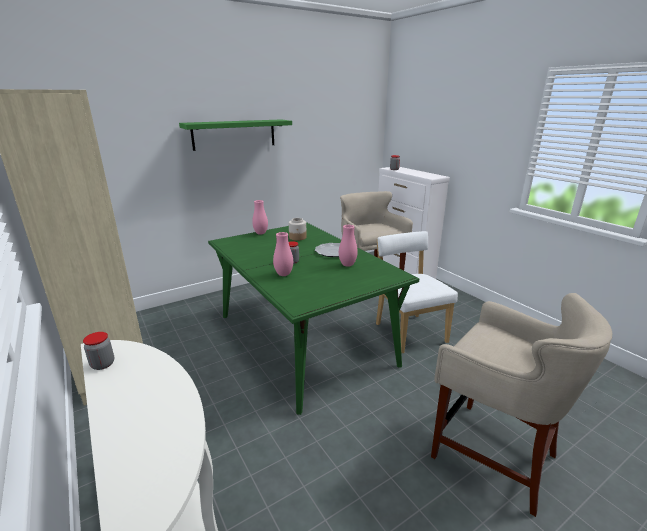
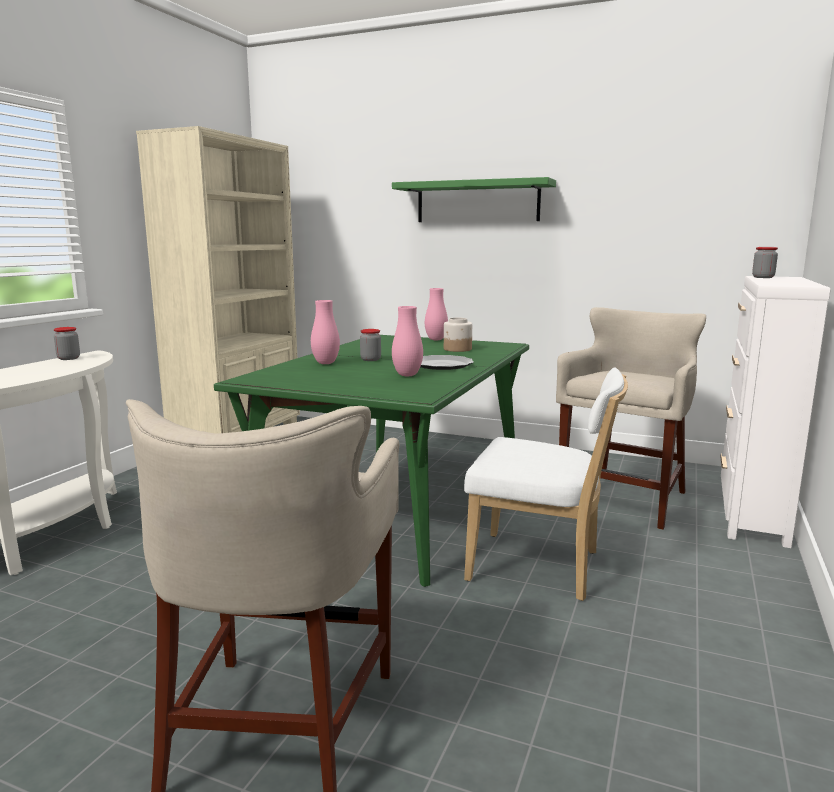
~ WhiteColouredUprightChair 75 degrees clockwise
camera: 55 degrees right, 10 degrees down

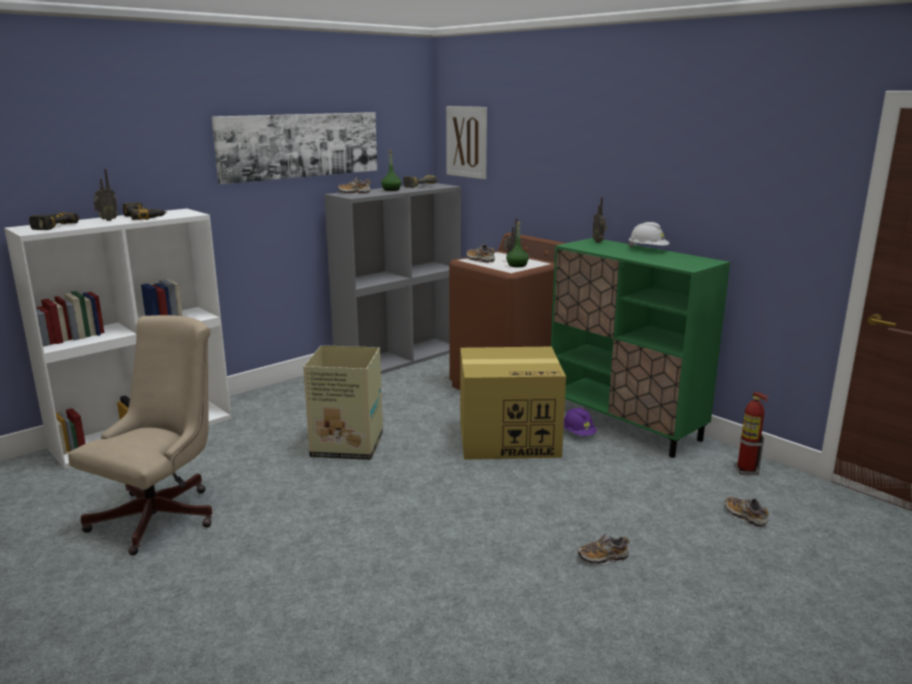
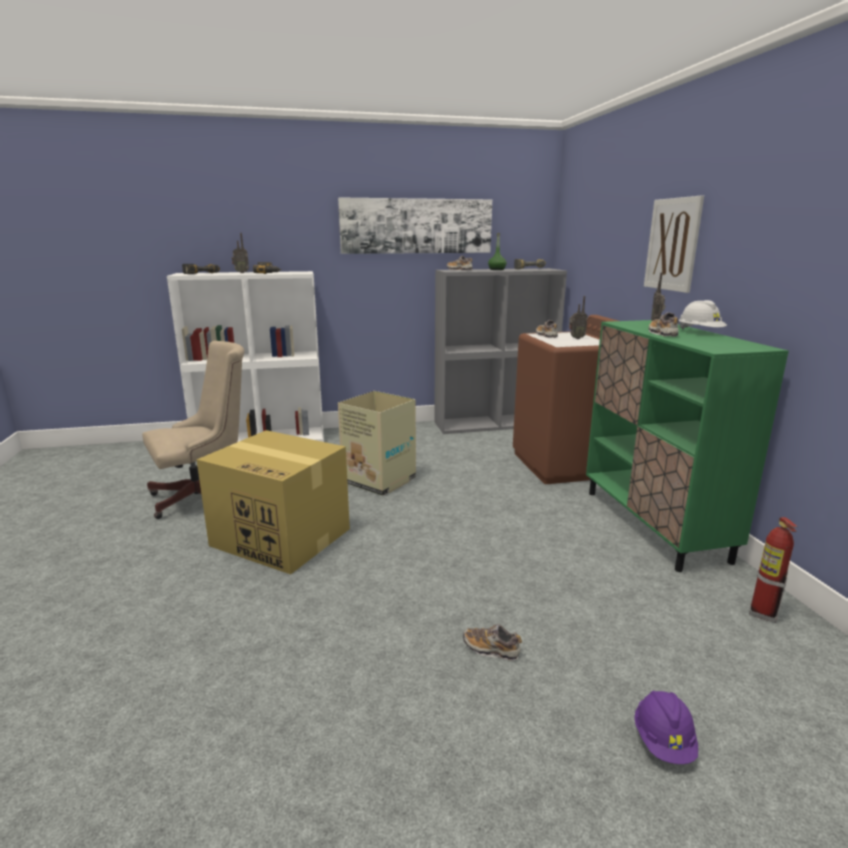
~ Picture (2nd from left)
~ CardboardBox (2nd from left in the first image) to CardboardBox (1st from left)
- GreenColouredBottle (2nd from left)
~ PurplishSafetyHelmet
~ LowShoe (4th from left)
camera: 30 degrees right, 0 degrees up

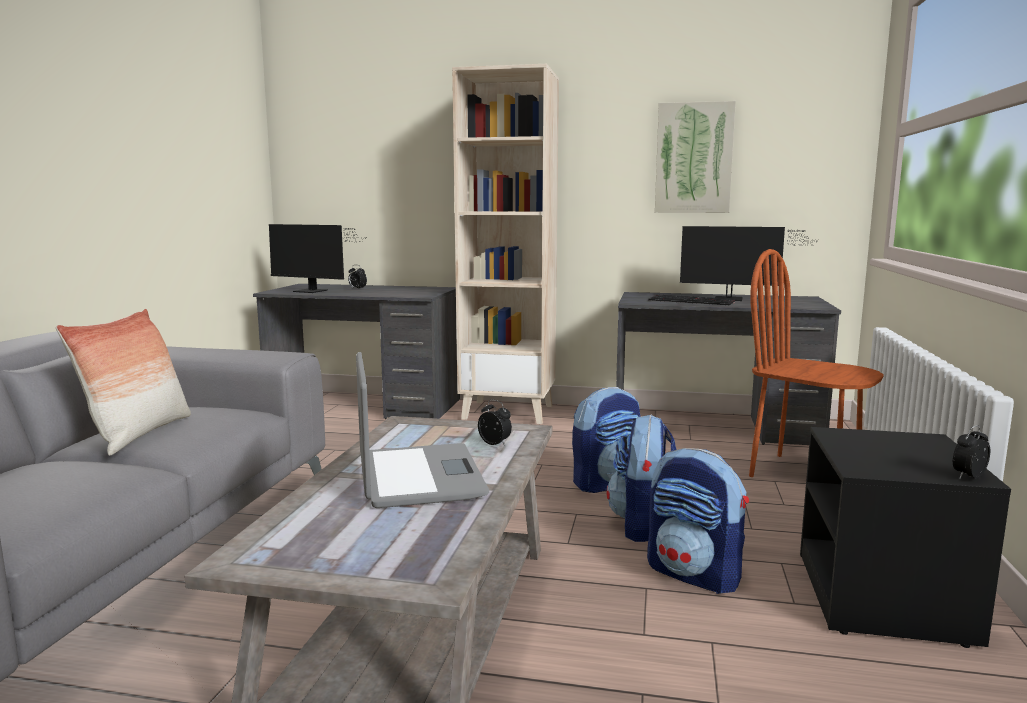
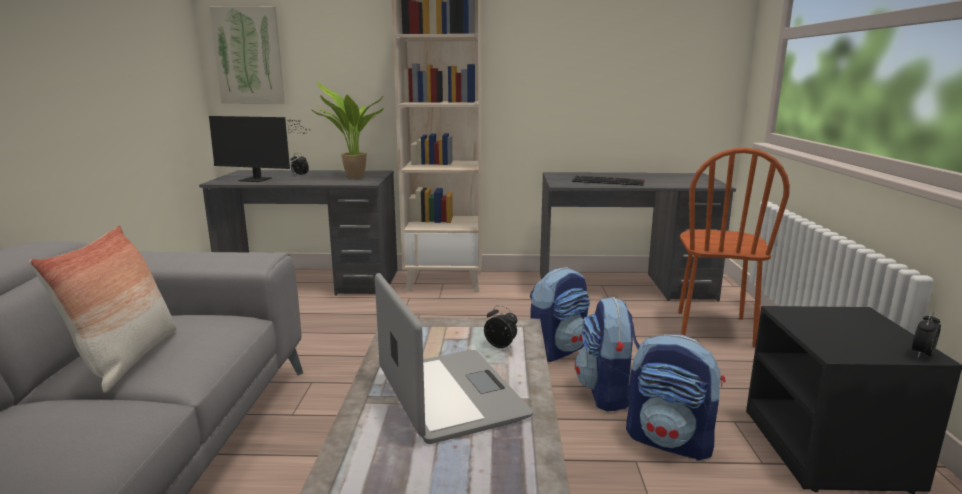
~ Picture
- ComputerDisplay (2nd from left)
~ BrownishUprightChair 105 degrees counterclockwise
+ PlantInAPot
camera: 10 degrees left, 5 degrees up

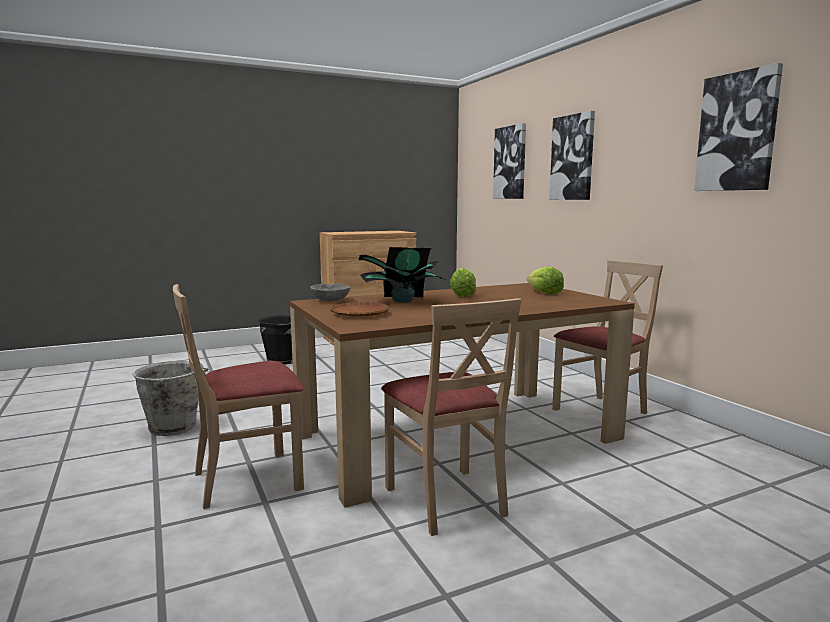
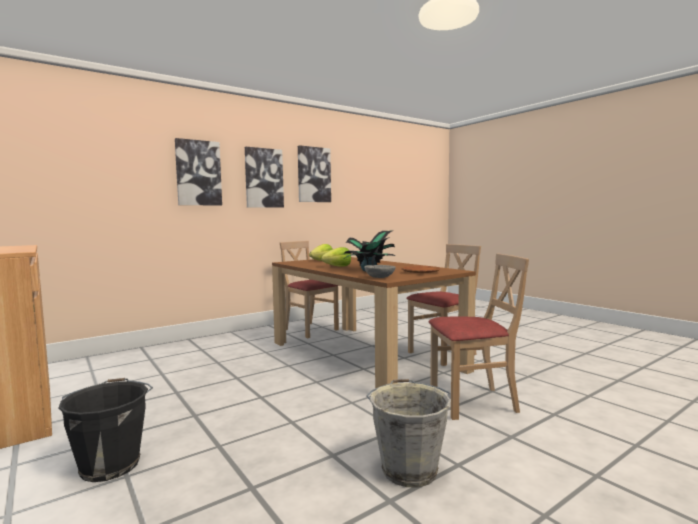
~ BeigeColouredUprightChair (1st from left in the first image) 60 degrees counterclockwise
~ Picture (1st from left in the first image) to Picture (2nd from left)
camera: 100 degrees left, 5 degrees down

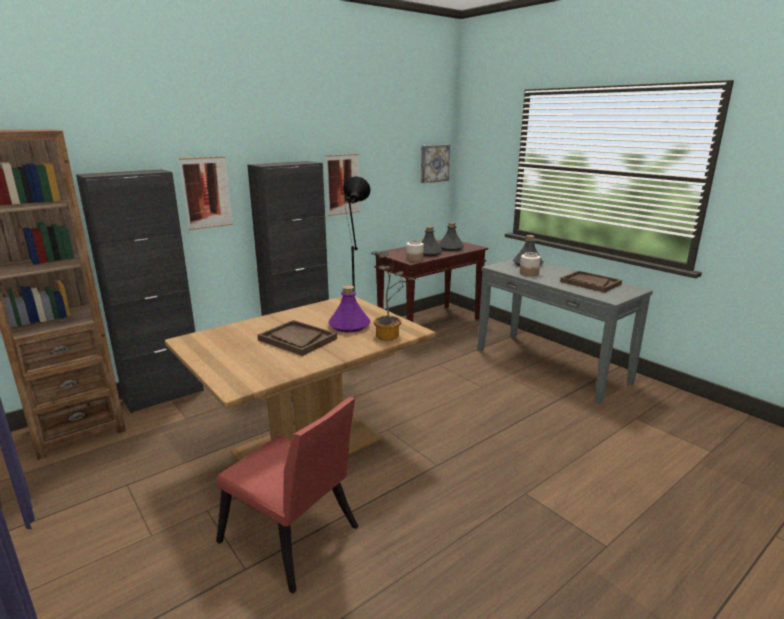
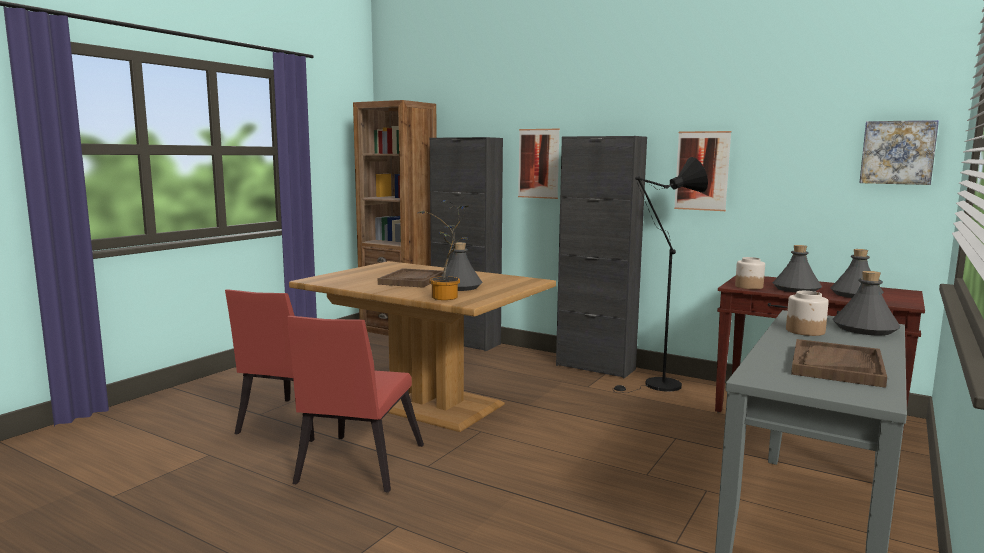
~ PurplishBottle to GrayBottle (1st from left)
+ RedUprightChair (2nd from left)
camera: 70 degrees right, 10 degrees down

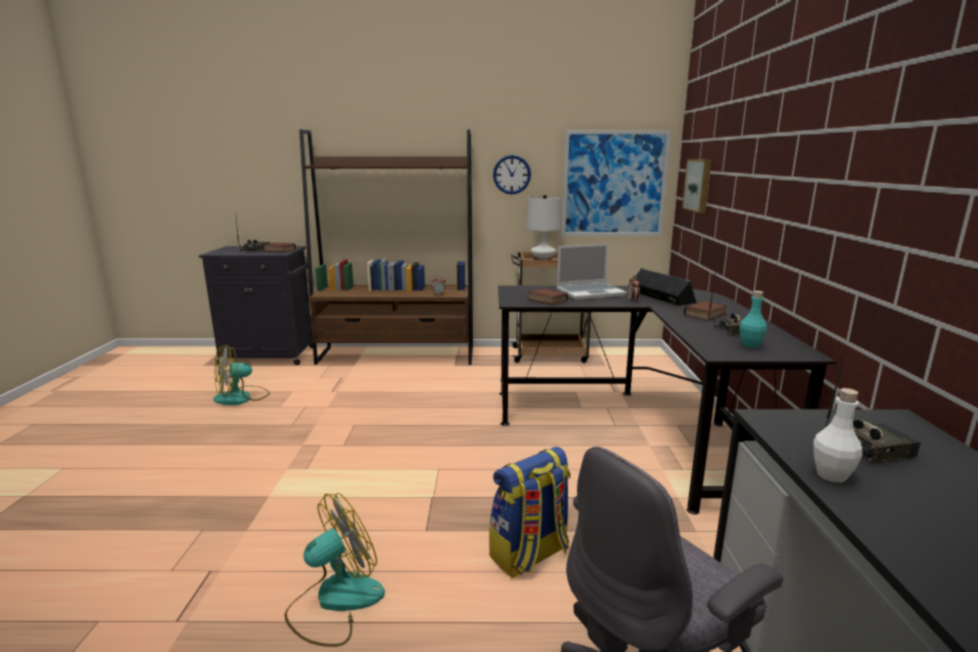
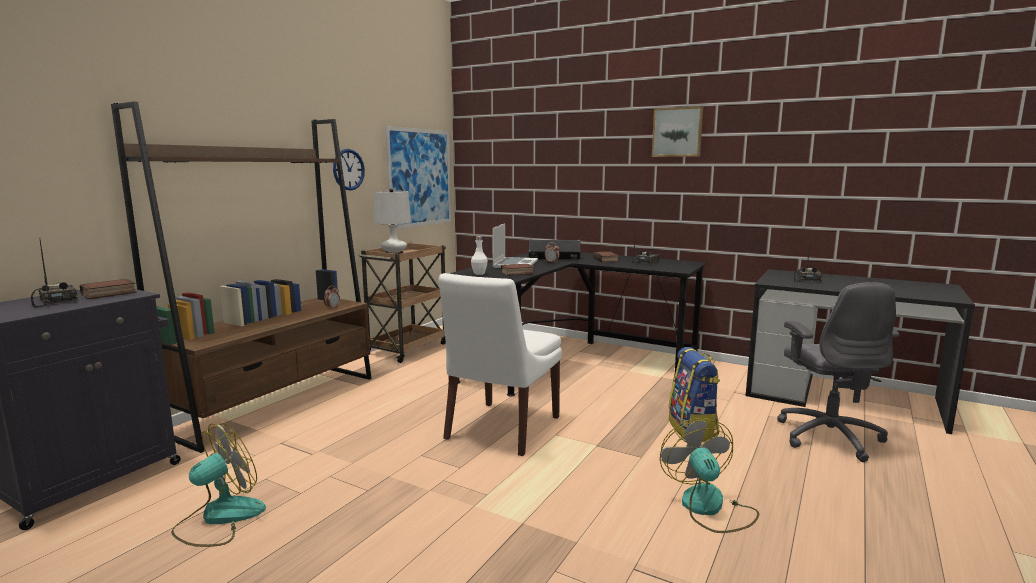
~ ElectricFan (1st from left) 135 degrees counterclockwise
~ Picture (2nd from left)
- TurquoiseColouredBottle
~ WhiteColouredBottle
+ WhiteColouredUprightChair
camera: 60 degrees left, 5 degrees down

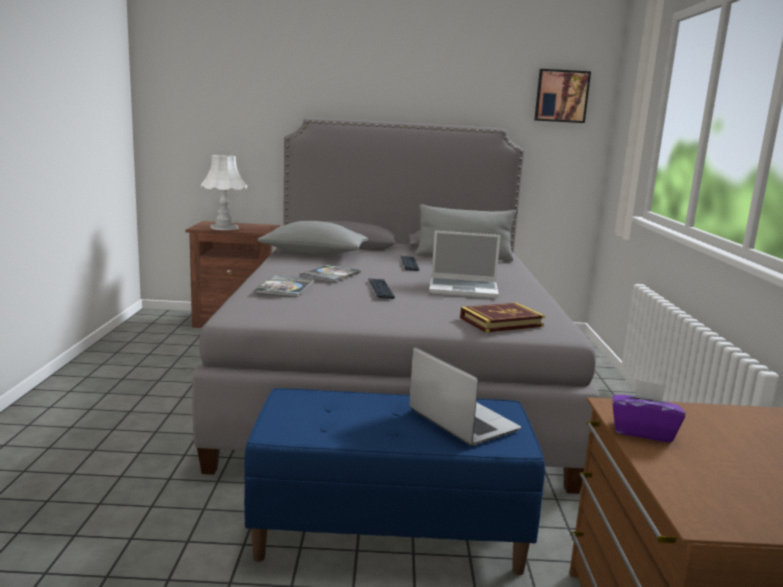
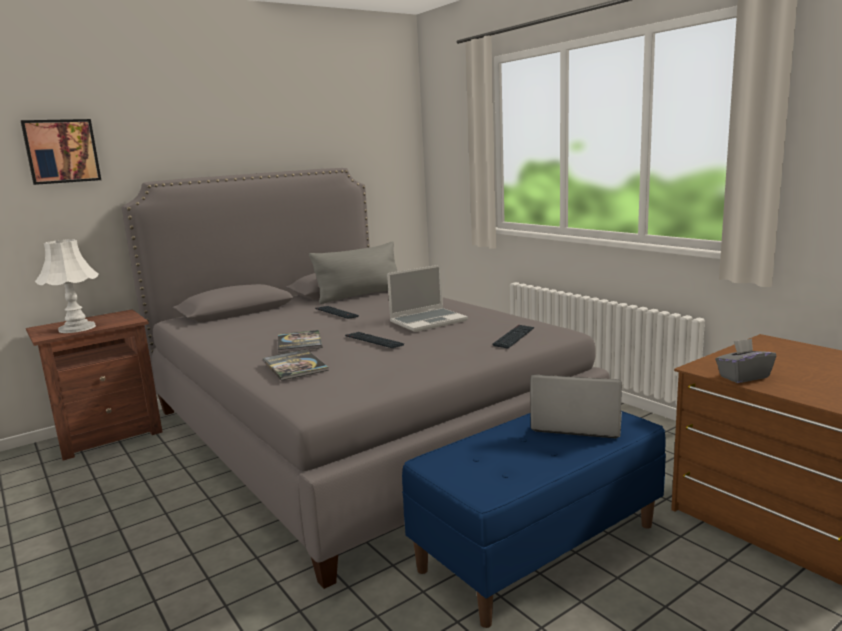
- GrayThrowPillow (1st from left)
~ BoundBook (3rd from left) to ComputerKeyboard (3rd from left)
~ Picture
~ PurplishTissueHolder to GrayTissueHolder
camera: 35 degrees left, 0 degrees up

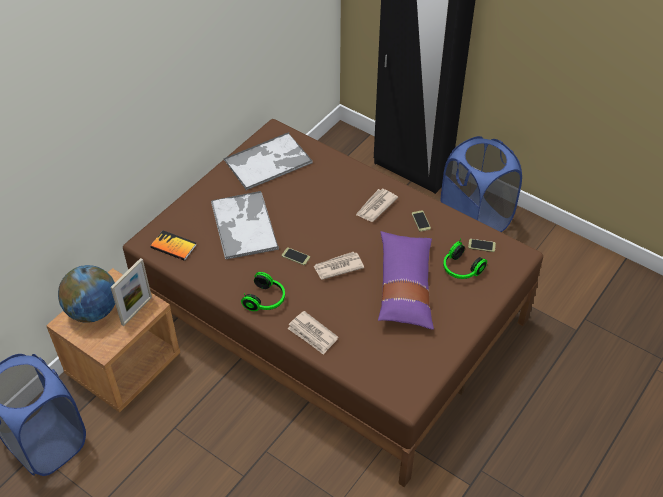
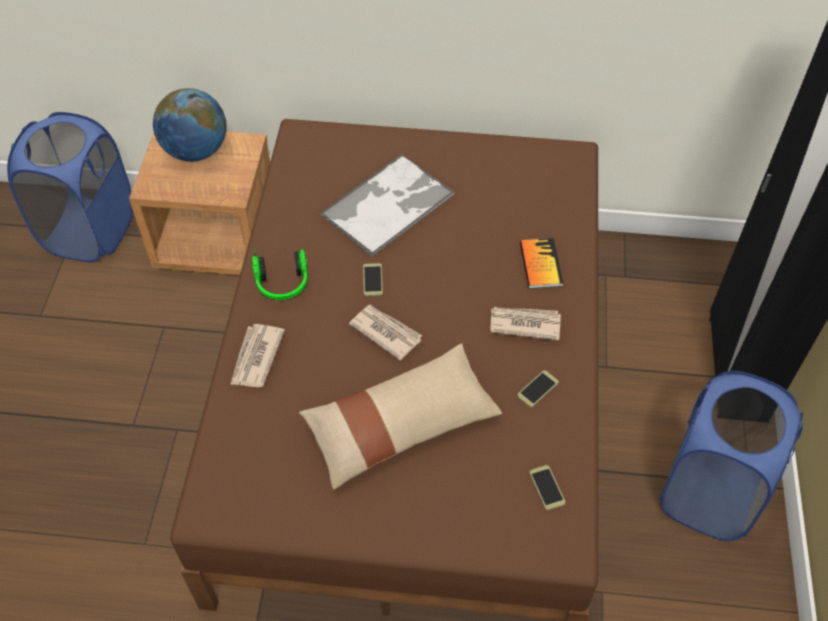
- PictureFrame
~ BoundBook
- CarryingTray (2nd from left)
~ PurplishThrowPillow to BeigeColouredThrowPillow
- PairOfHeadphones (2nd from left)
camera: 60 degrees right, 5 degrees up

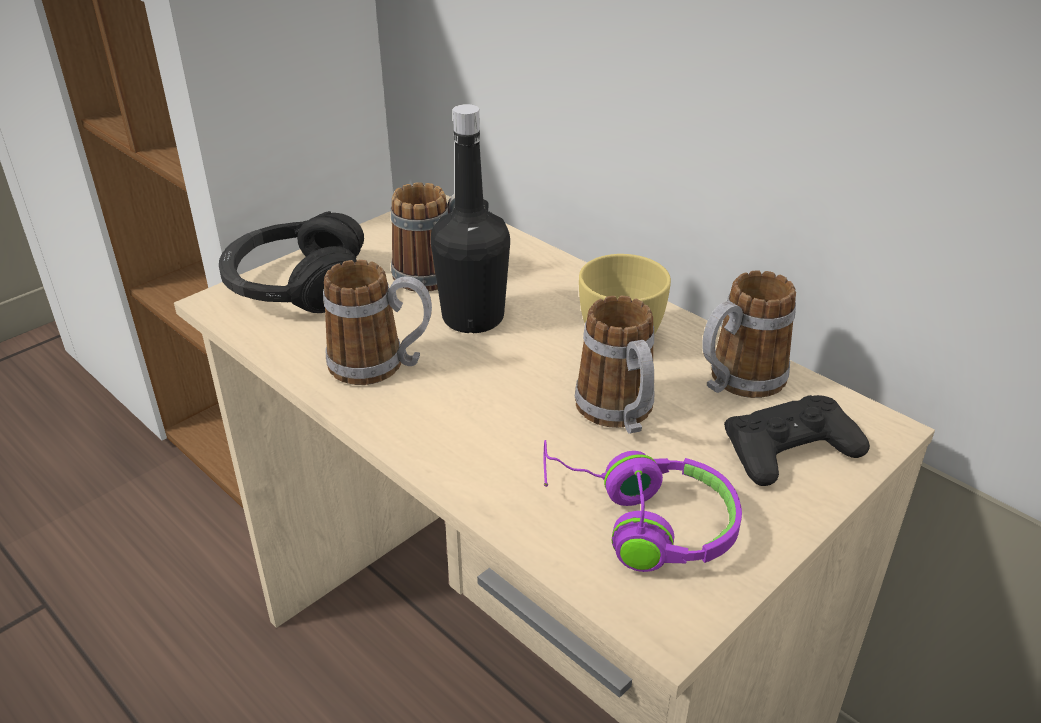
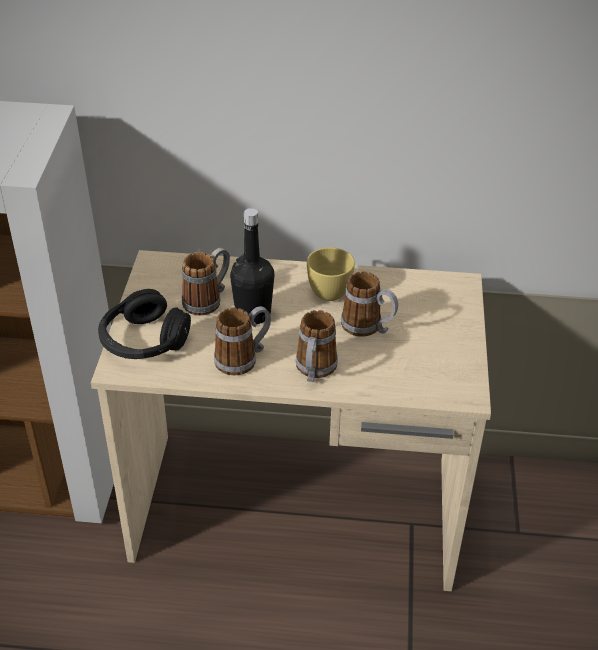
- PurplishPairOfHeadphones
~ TeaMug (4th from left in the first image) to TeaMug (3rd from left)
- BlackGameController
camera: 40 degrees left, 5 degrees up

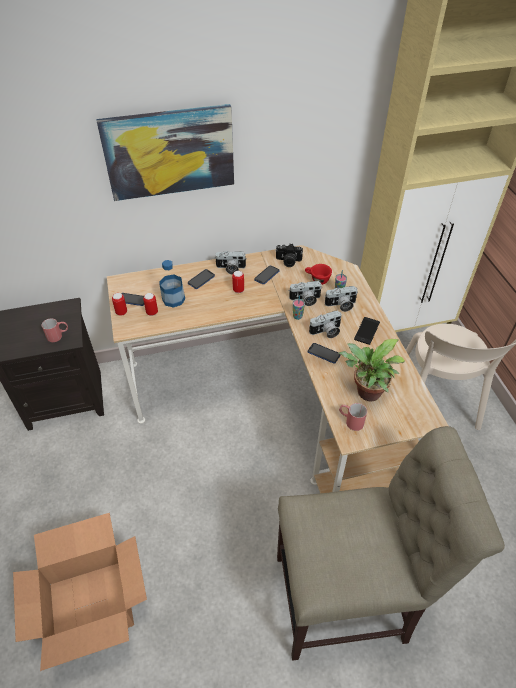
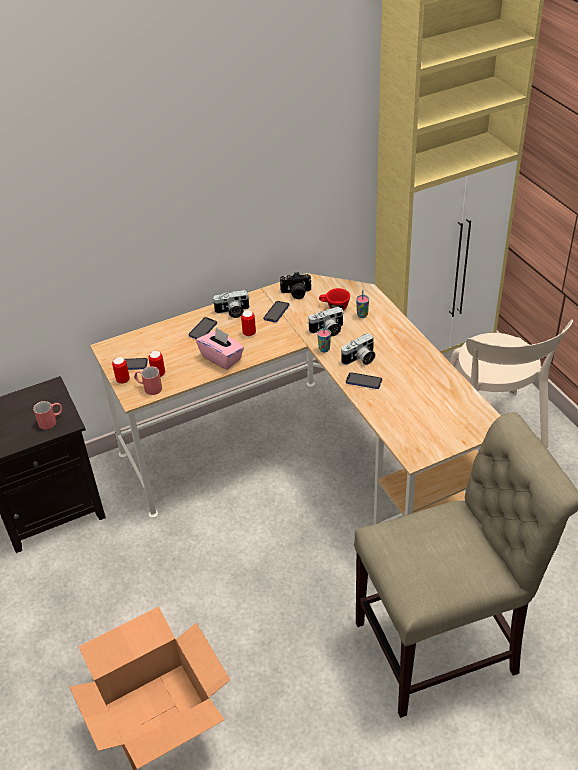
- Picture
- Bottle
- PhotoCamera (5th from left)
- PlantInAPot
~ RedTeaMug (2nd from left)
- Phone (5th from left)
+ PinkColouredTissueHolder
camera: 10 degrees left, 5 degrees down

